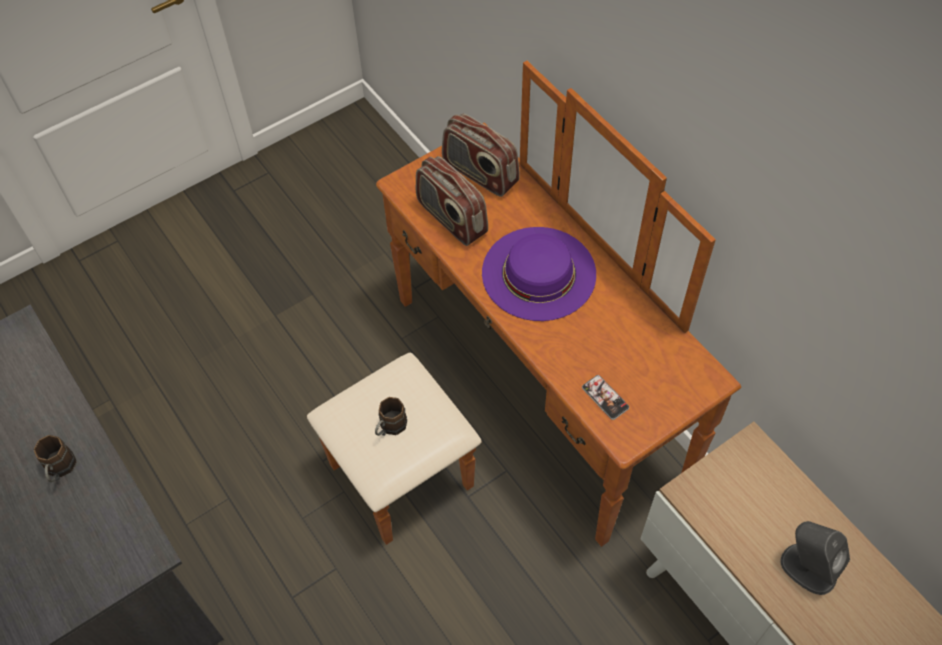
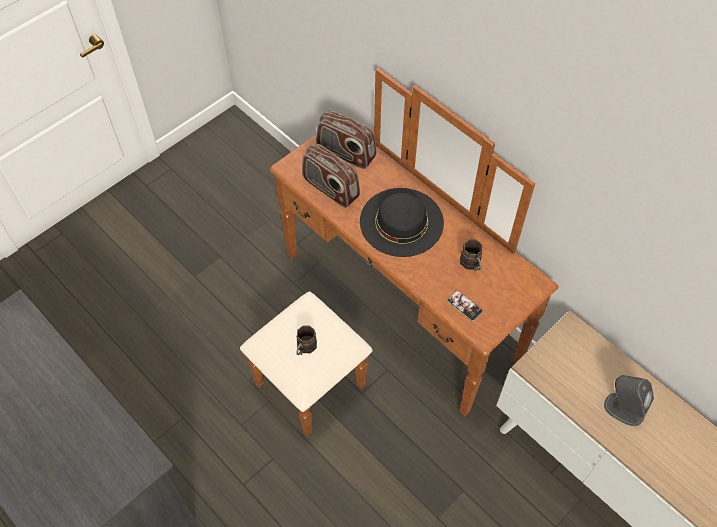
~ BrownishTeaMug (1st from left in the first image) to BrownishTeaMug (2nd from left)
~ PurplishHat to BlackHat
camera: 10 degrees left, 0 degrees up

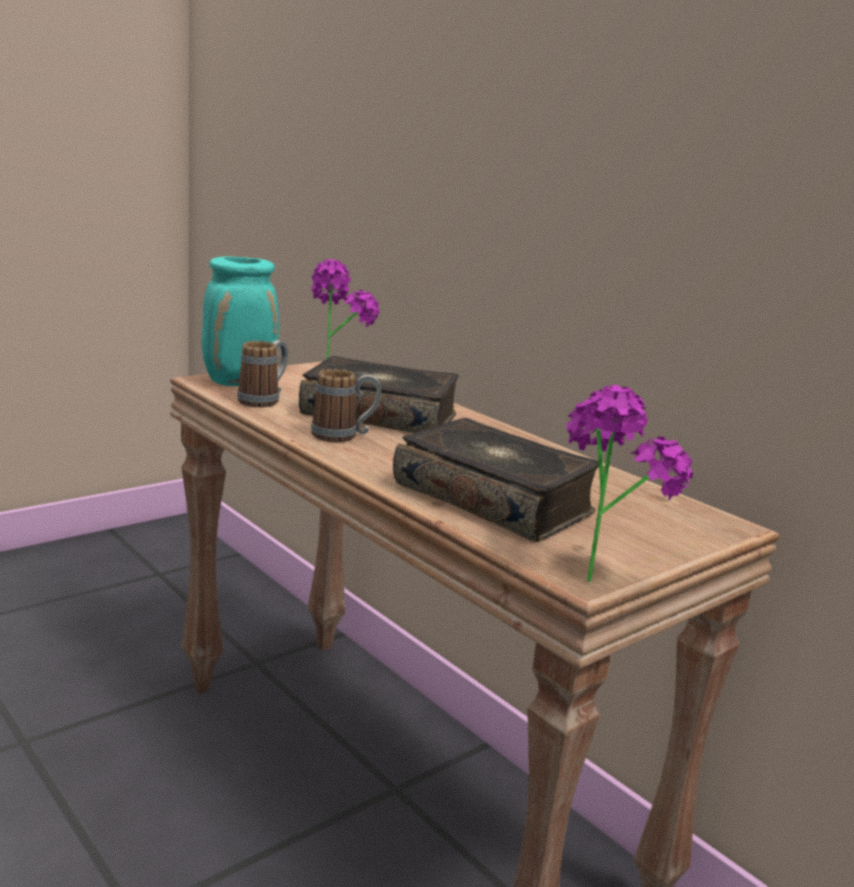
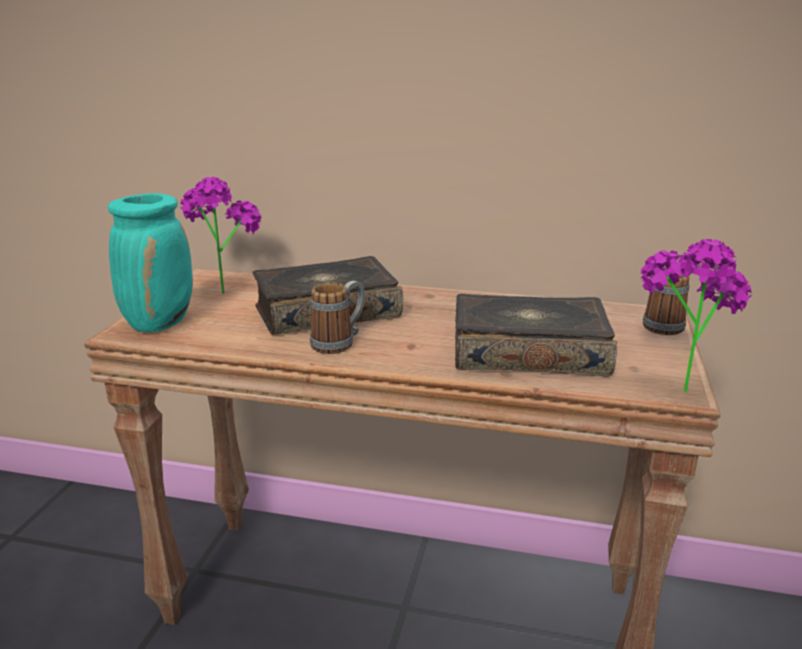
~ TeaMug (1st from left in the first image) to TeaMug (2nd from left)
camera: 35 degrees left, 5 degrees up

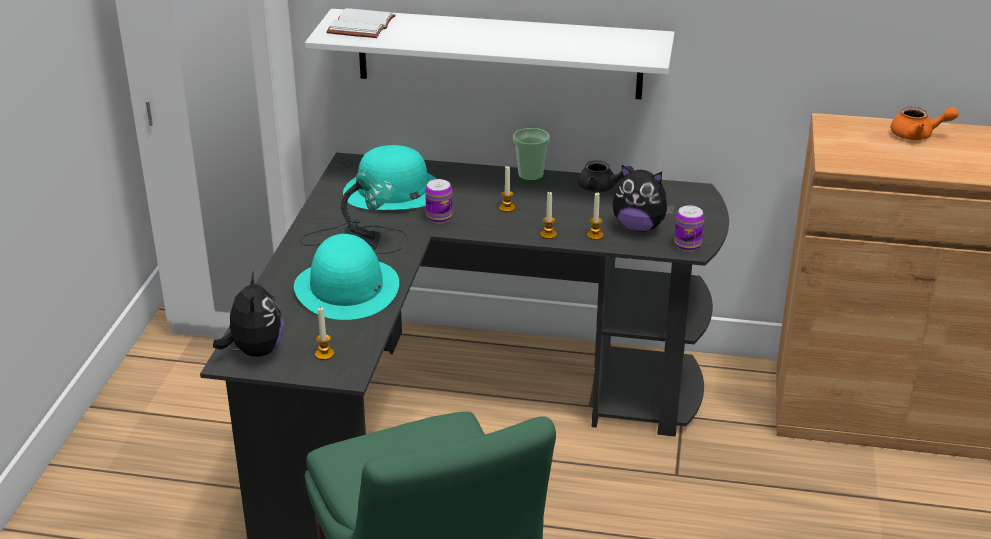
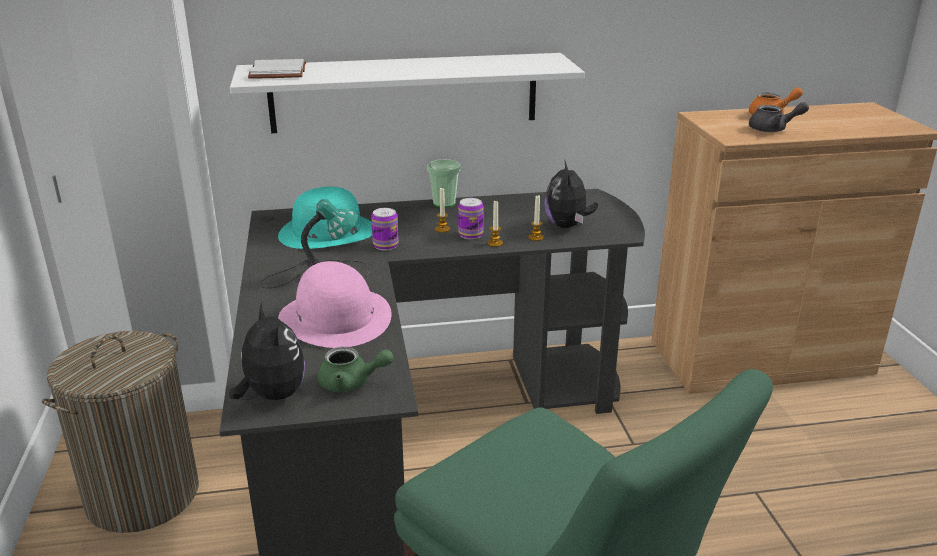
~ TurquoiseColouredHat (1st from left) to PinkColouredHat
~ Candle (1st from left) to GreenColouredPotForTea
~ GrayPotForTea
~ SoftToy (2nd from left) 90 degrees clockwise
~ SealedCan (2nd from left)
+ Hamper
camera: 20 degrees left, 5 degrees down

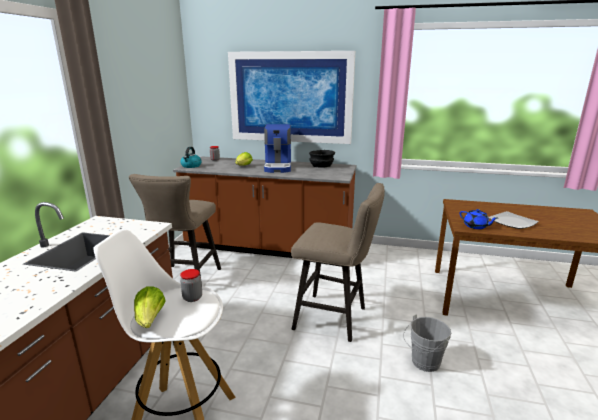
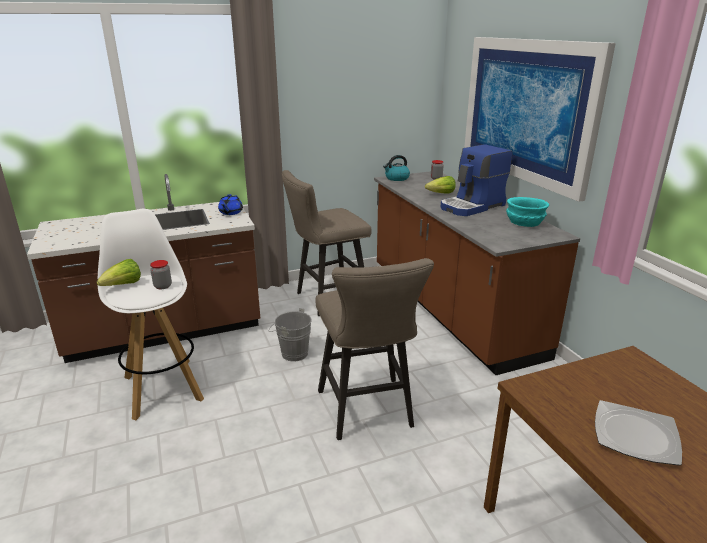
~ BlackServingBowl to TurquoiseColouredServingBowl
~ GrayPail
~ BlueColouredPotForTea
camera: 55 degrees right, 5 degrees up

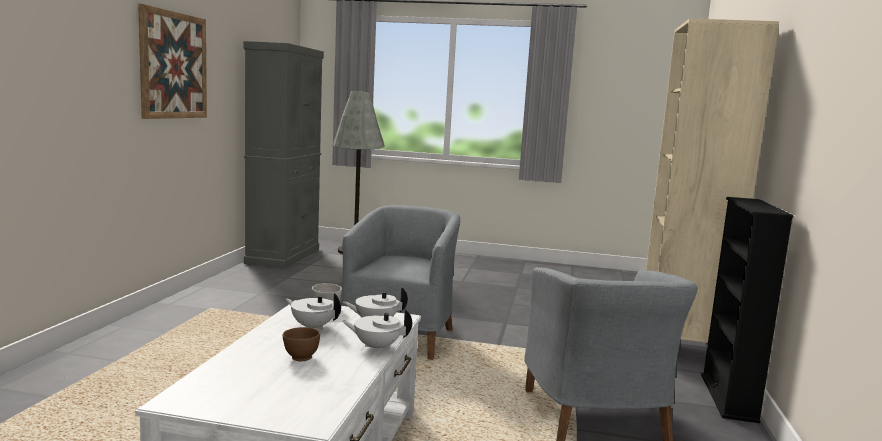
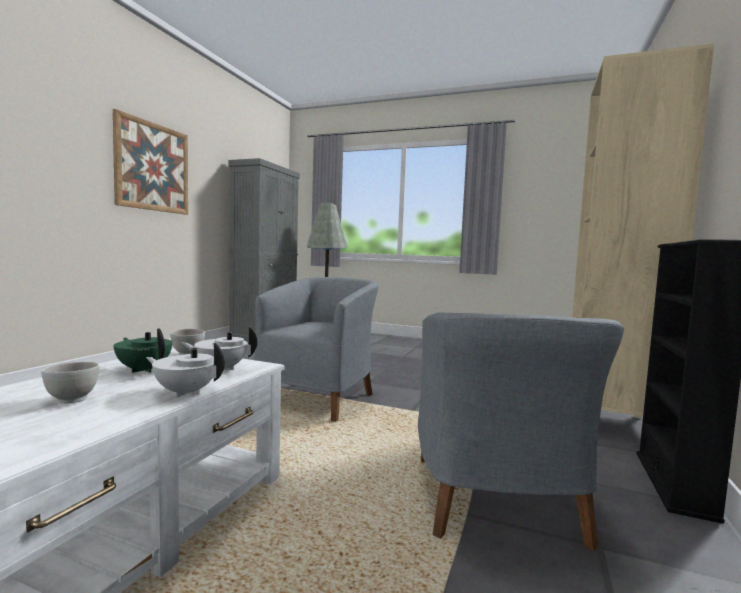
~ BrownishServingBowl to WhiteColouredServingBowl (1st from left)
~ WhiteColouredPotForTea (1st from left) to GreenColouredPotForTea
camera: 10 degrees right, 5 degrees down

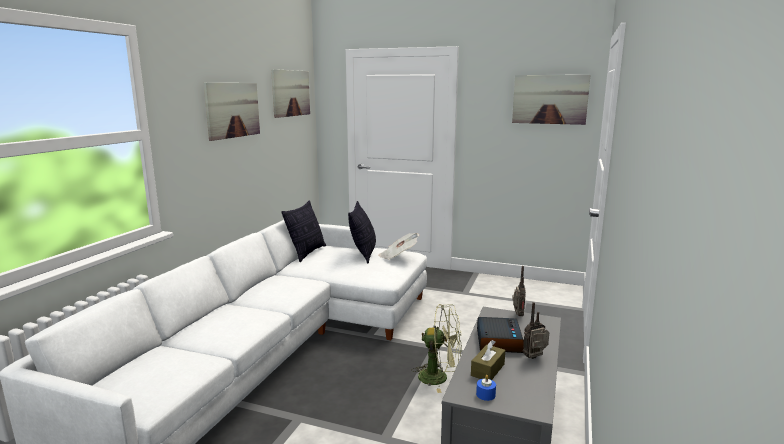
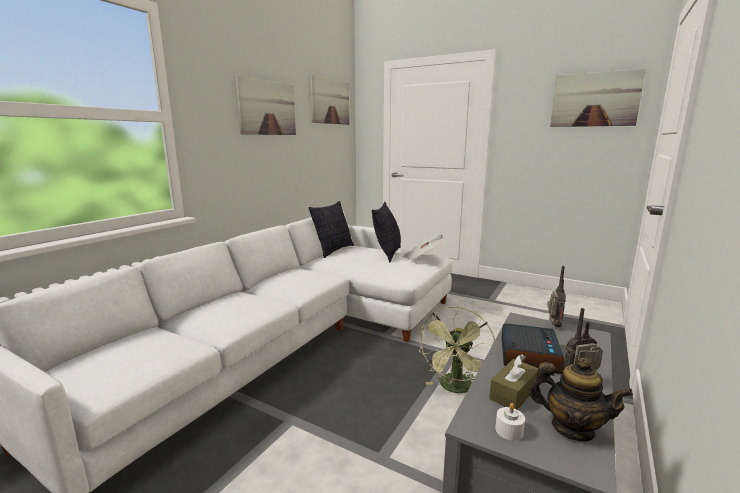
~ GreenColouredElectricFan 90 degrees clockwise
~ BlueColouredCandle to WhiteColouredCandle
+ PotForTea
camera: 10 degrees right, 0 degrees up

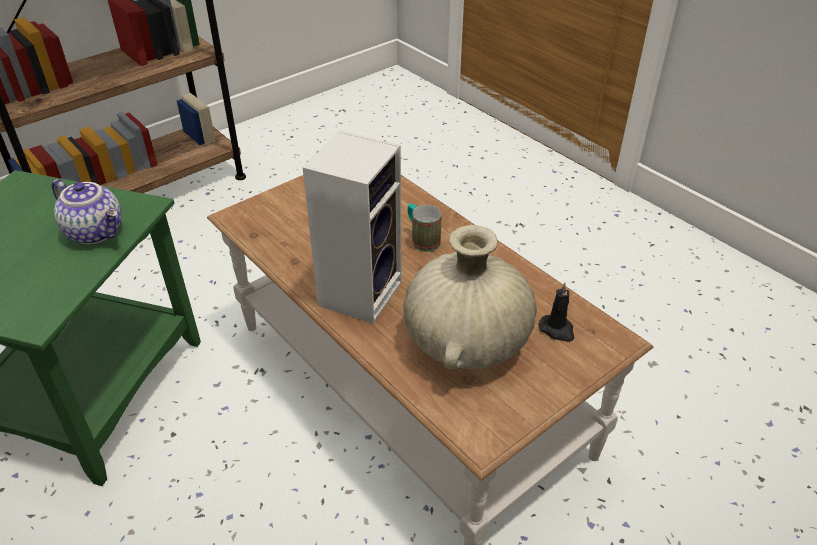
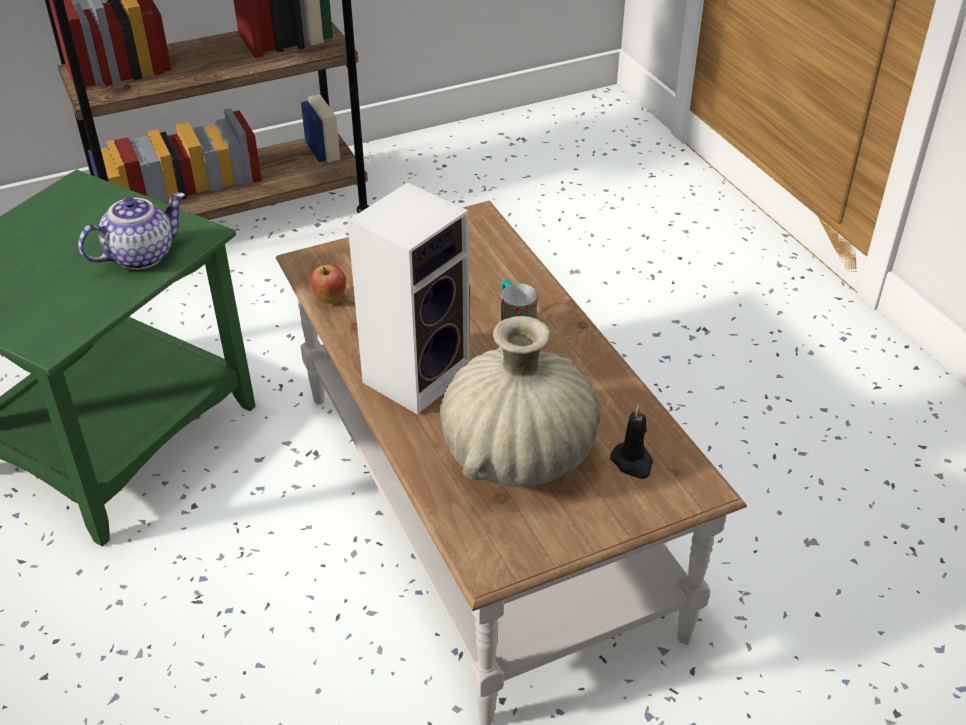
~ PotForTea 90 degrees counterclockwise
+ WholeApple
camera: 15 degrees right, 0 degrees up

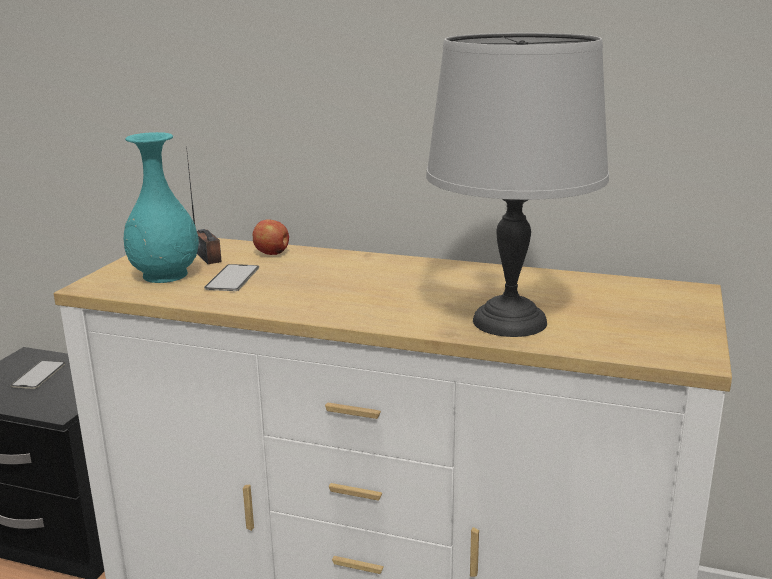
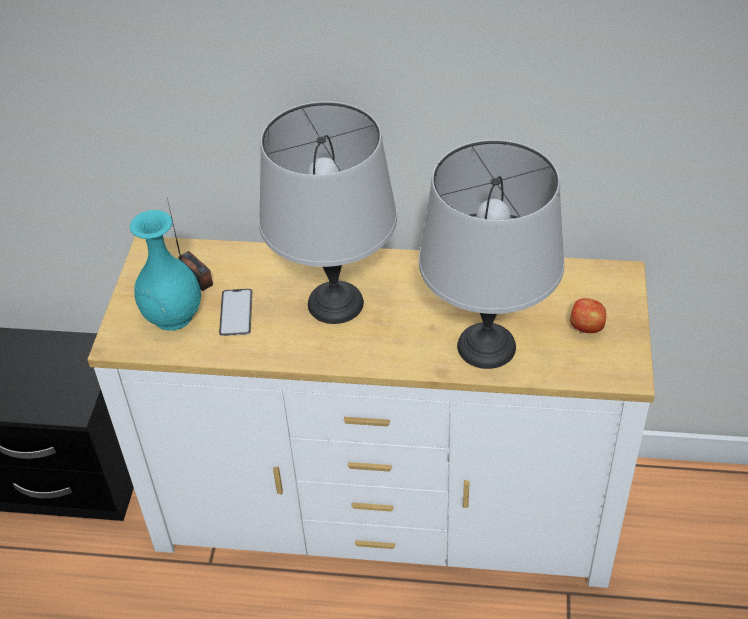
- Phone (1st from left)
~ WholeApple
+ GrayLampForATable (1st from left)
camera: 10 degrees left, 25 degrees up

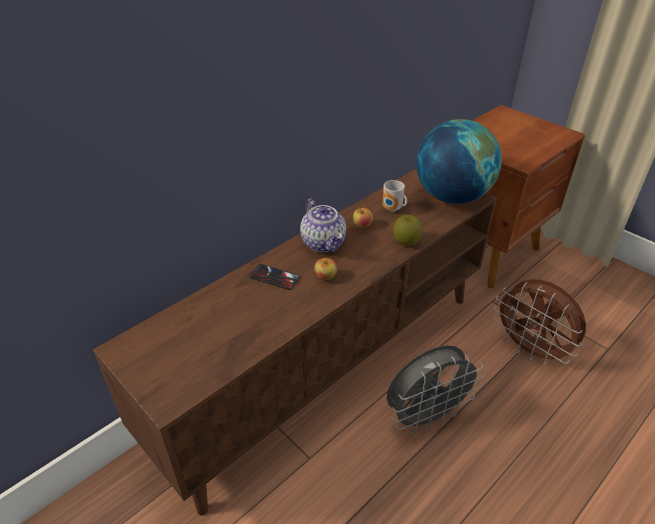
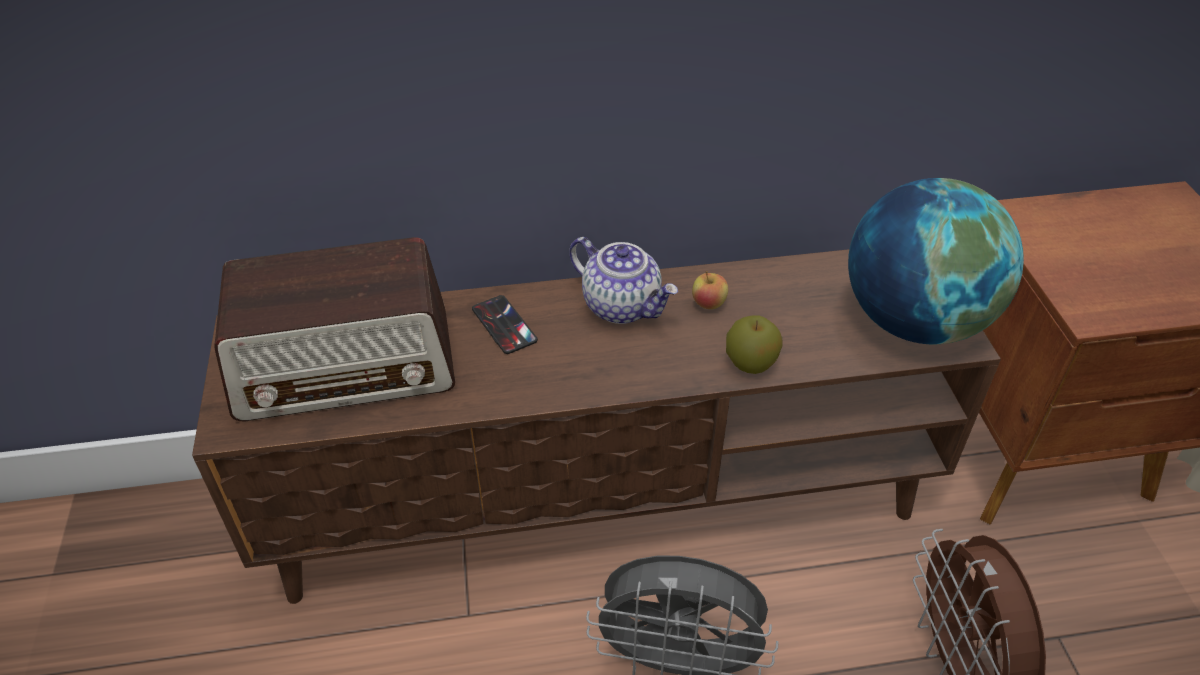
~ PotForTea 60 degrees counterclockwise
- WholeApple (1st from left)
- TeaMug
+ RadioSet
camera: 35 degrees right, 5 degrees up

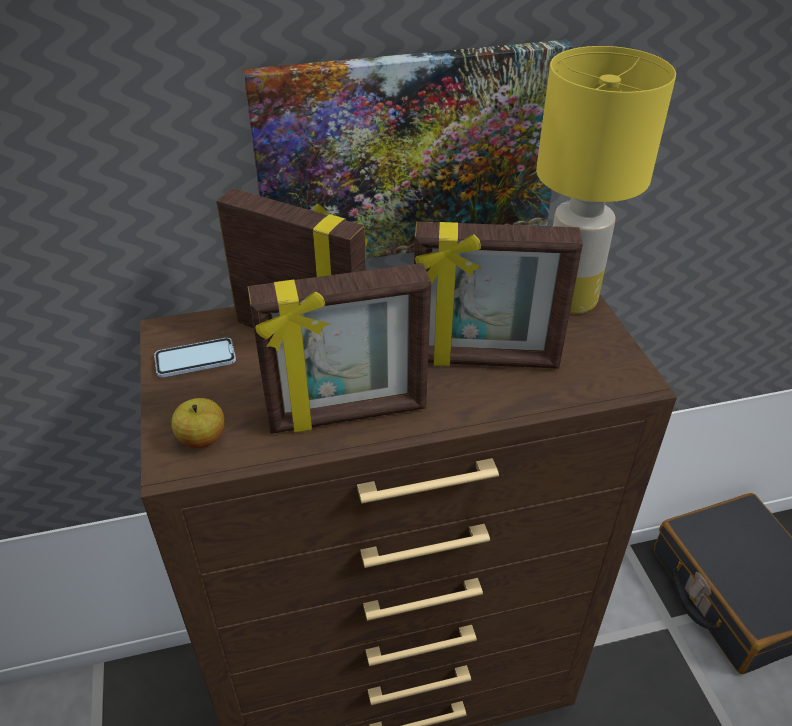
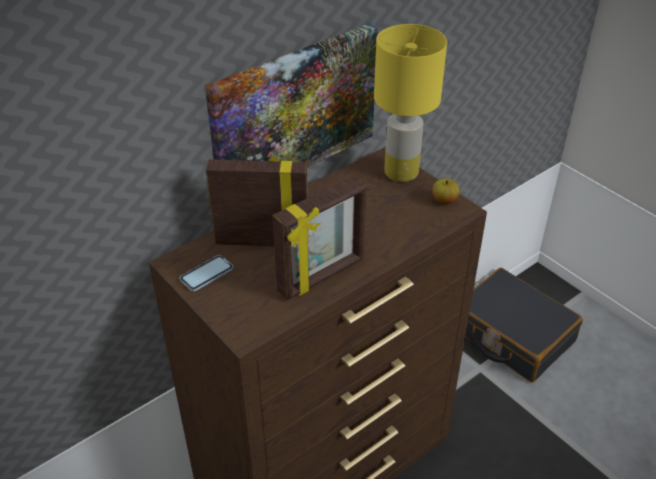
~ WholeApple
- PictureFrame (3rd from left)
camera: 25 degrees left, 0 degrees up

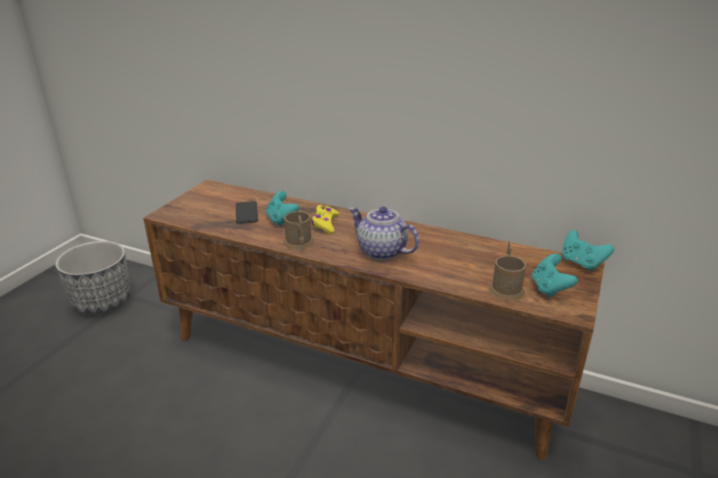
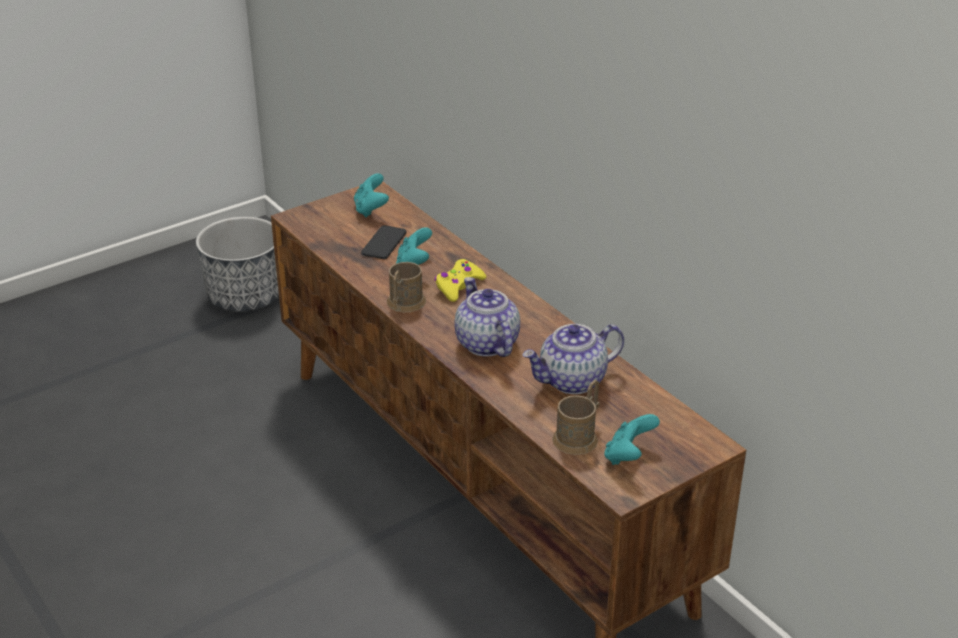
~ TurquoiseColouredGameController (3rd from left in the first image) to TurquoiseColouredGameController (1st from left)
+ PotForTea (2nd from left)
camera: 30 degrees right, 5 degrees up

